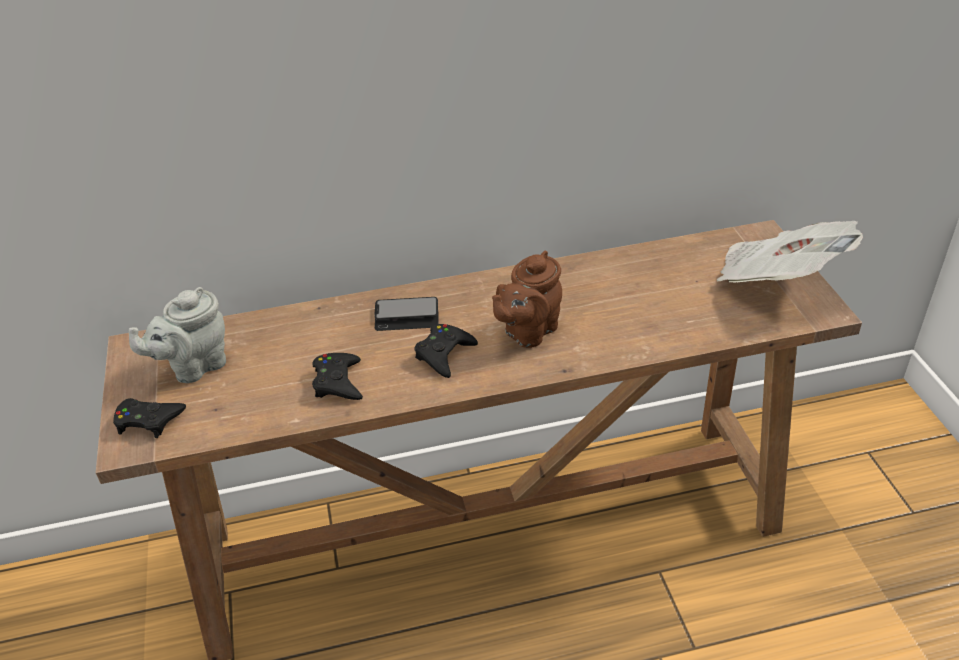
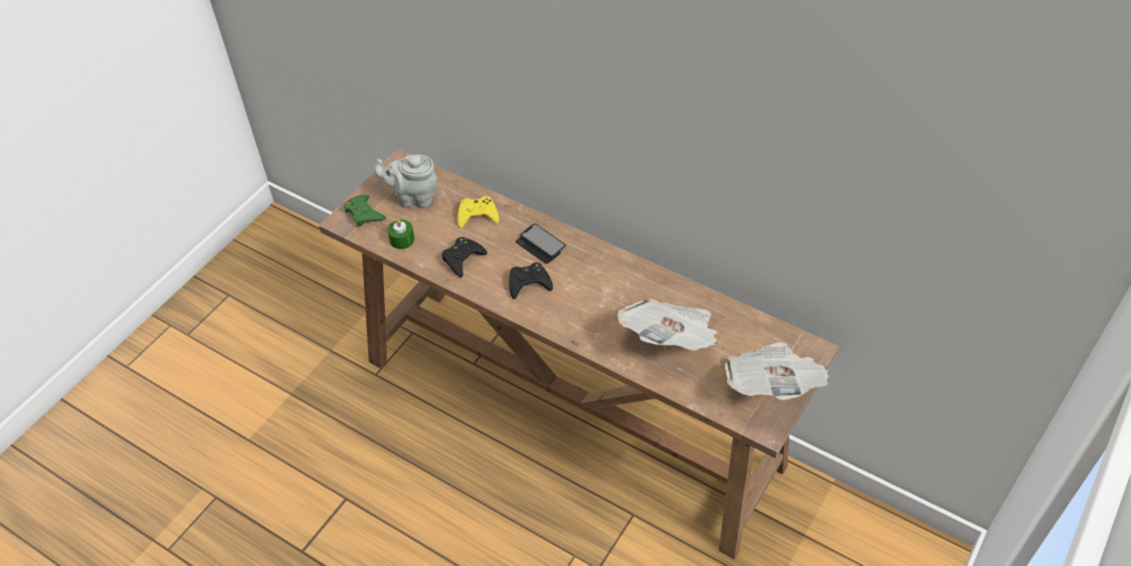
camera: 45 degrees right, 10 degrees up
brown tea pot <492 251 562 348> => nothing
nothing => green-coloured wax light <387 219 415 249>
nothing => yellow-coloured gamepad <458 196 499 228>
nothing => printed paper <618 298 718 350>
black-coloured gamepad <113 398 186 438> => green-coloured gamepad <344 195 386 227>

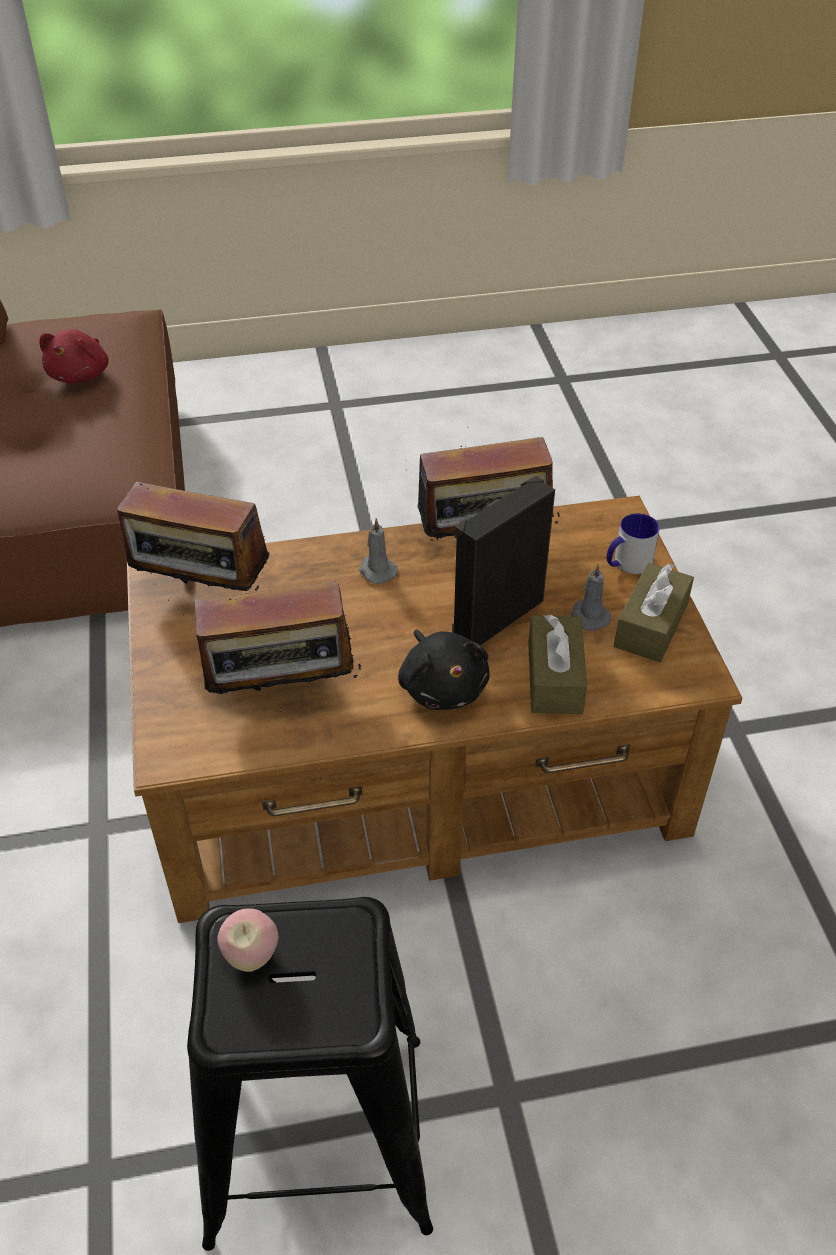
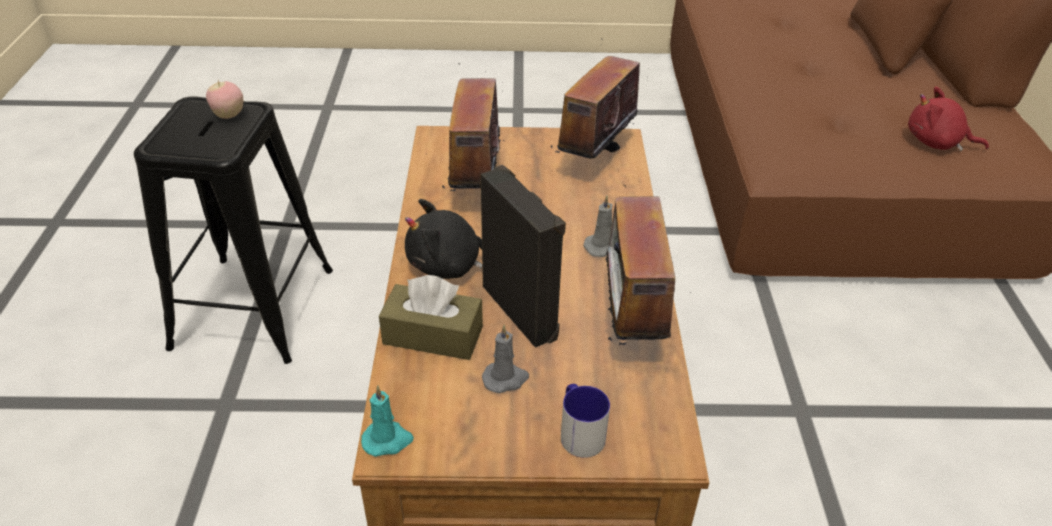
camera: 100 degrees right, 5 degrees down
brown tissue box <614 563 694 662> => nothing
nothing => turquoise wax light <361 386 414 457>

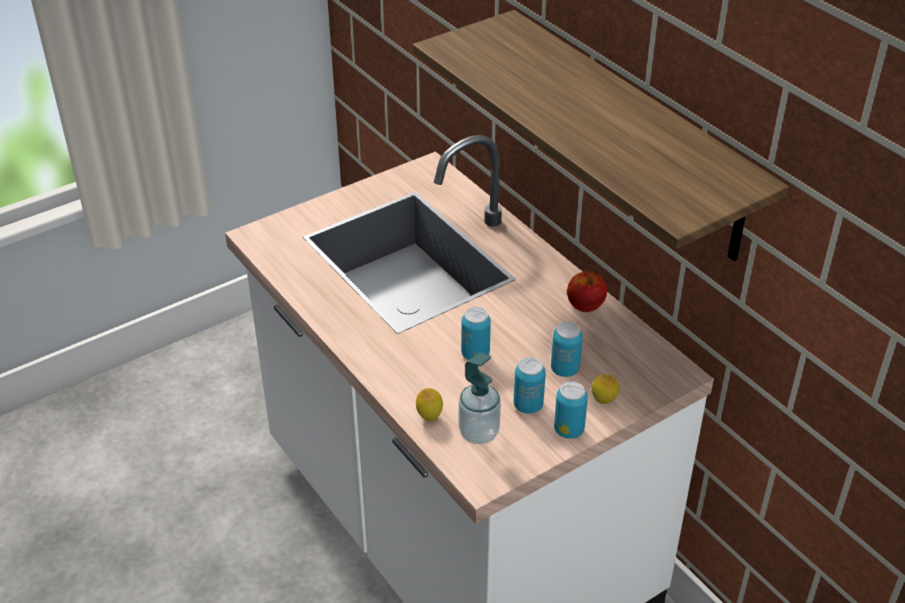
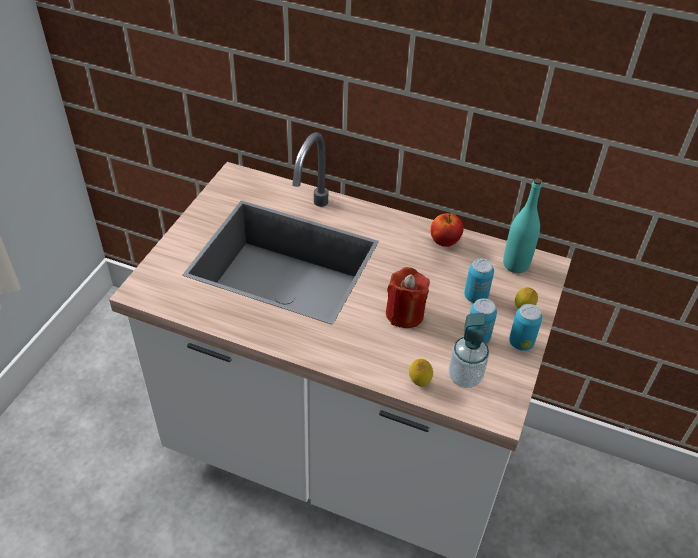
camera: 35 degrees left, 5 degrees up
shelf <413 10 789 261> => nothing
nothing => turquoise bottle <503 178 542 273>
can <461 307 491 360> => red-coloured wax light <386 267 430 328>

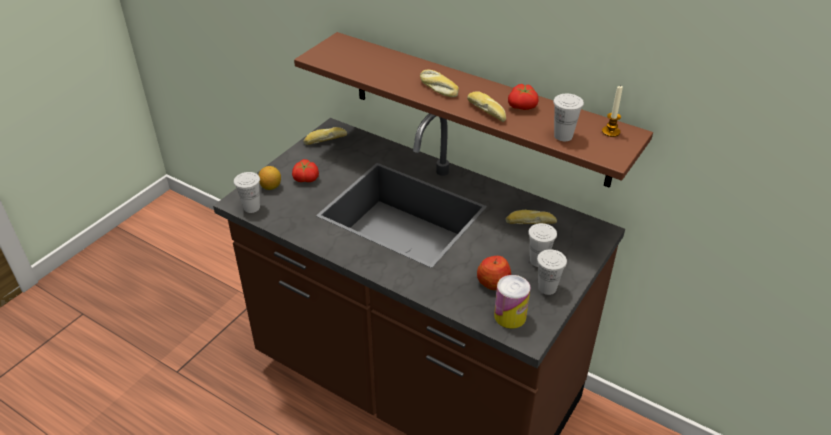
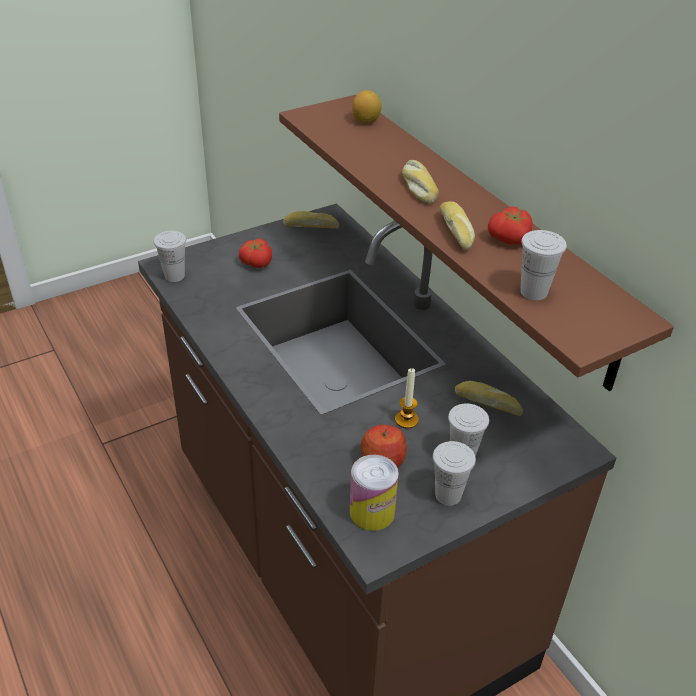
camera: 25 degrees right, 0 degrees up
lemon <259 166 281 190> => lemon <352 90 382 123>, shifted
wax light <602 86 623 137> => wax light <395 368 419 429>, shifted

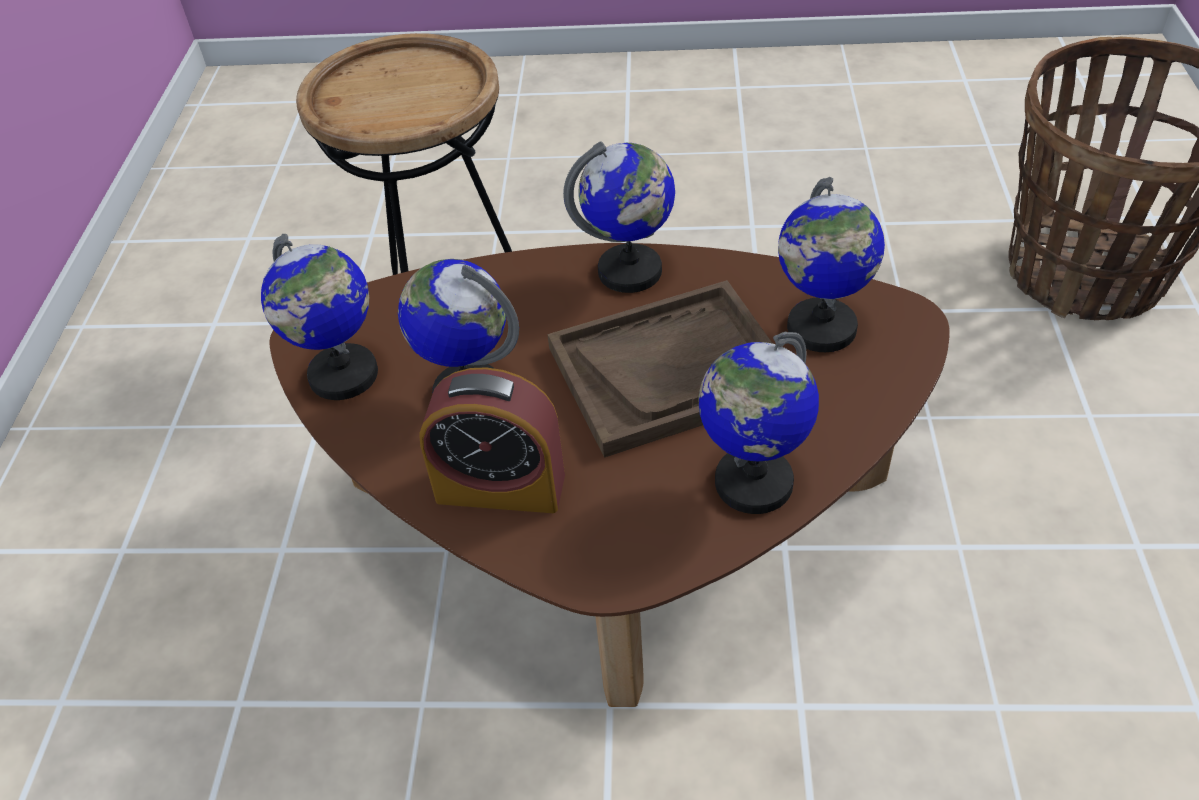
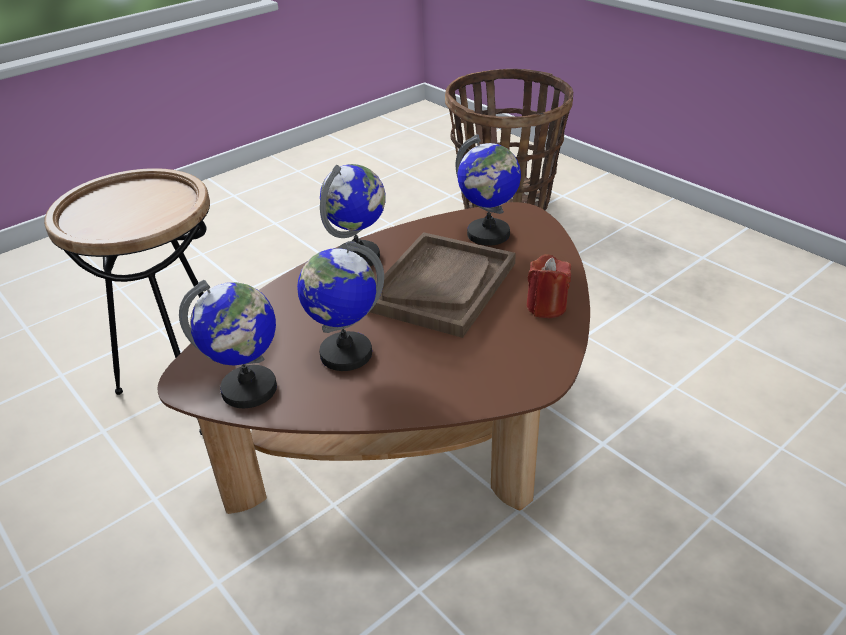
camera: 45 degrees left, 10 degrees down
bedside clock <419 367 565 513> => nothing
desk globe <698 332 819 514> => red-coloured wax light <526 254 571 318>

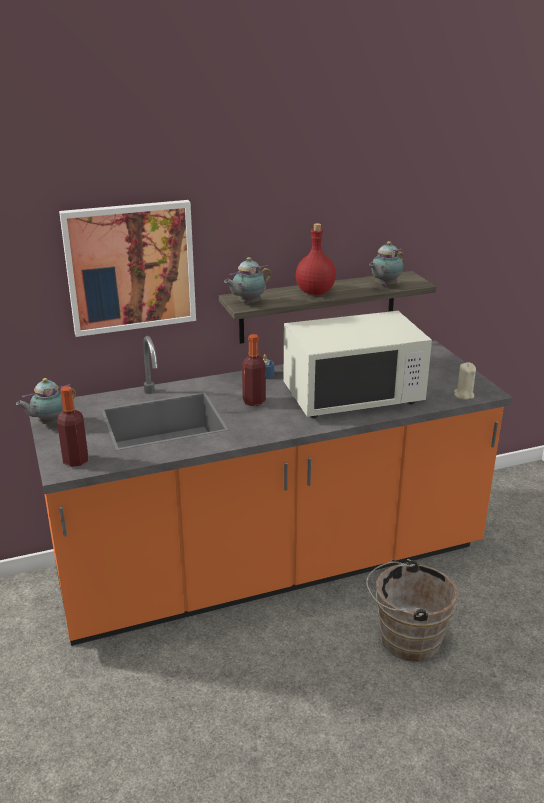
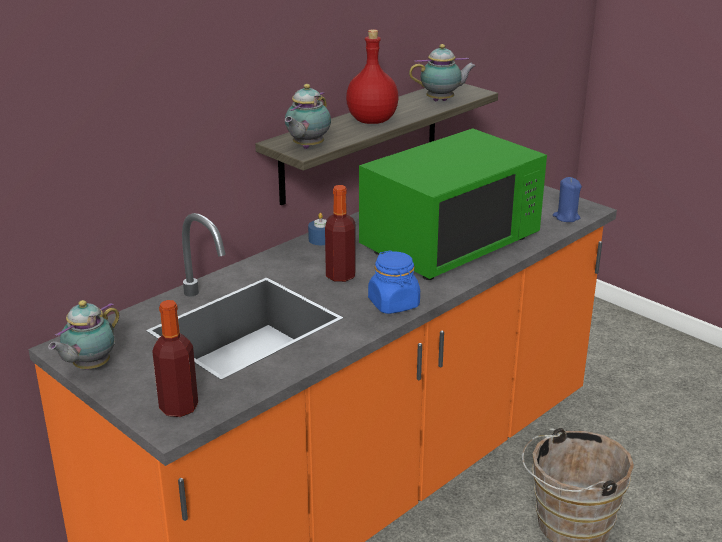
camera: 25 degrees left, 0 degrees up
wall art <59 200 196 337> => nothing
nothing => blue preserve jar <368 250 420 314>
white microwave oven <284 311 432 418> => green-coloured microwave oven <359 128 547 280>
beige wax light <454 362 476 400> => blue wax light <553 177 582 222>
tea pot <369 241 404 287> => tea pot <409 44 476 101>, 120 degrees counterclockwise

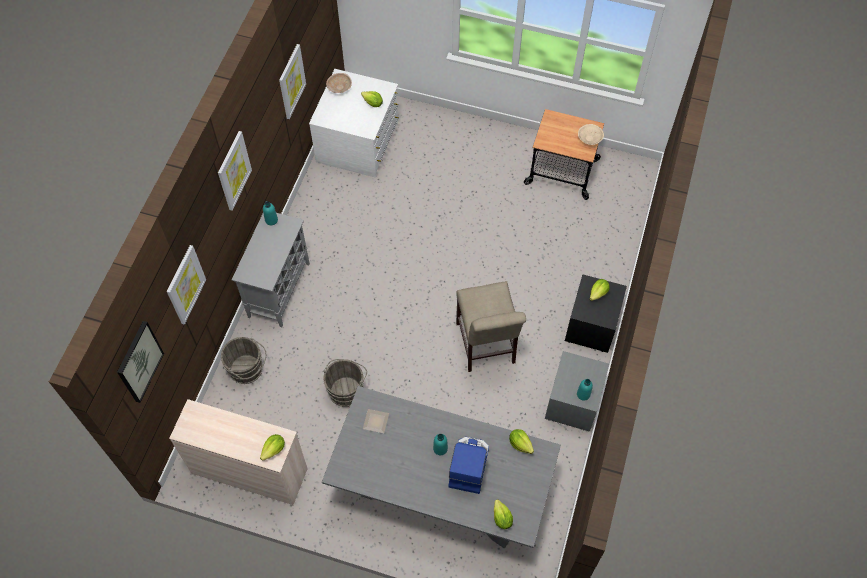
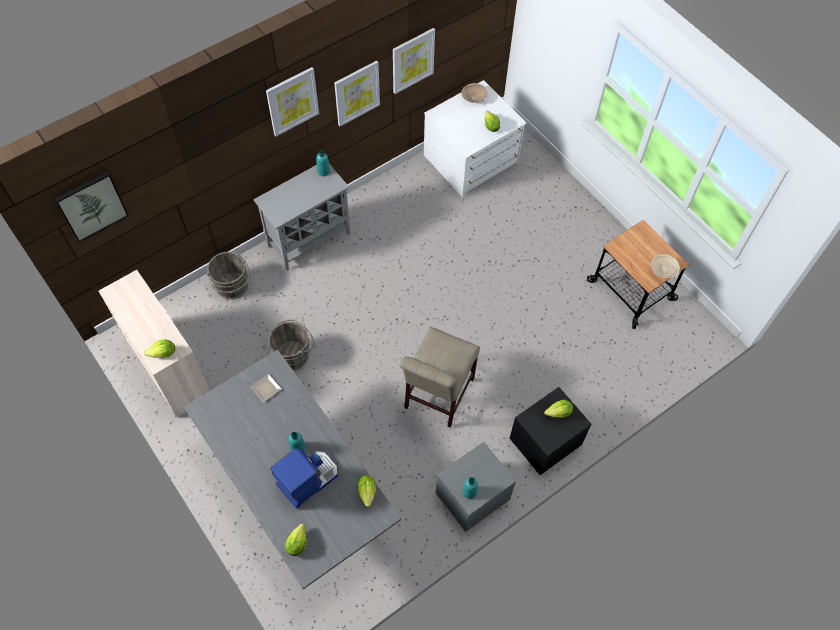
camera: 35 degrees right, 0 degrees up
wall art <167 245 206 325> => wall art <334 61 380 126>, shifted

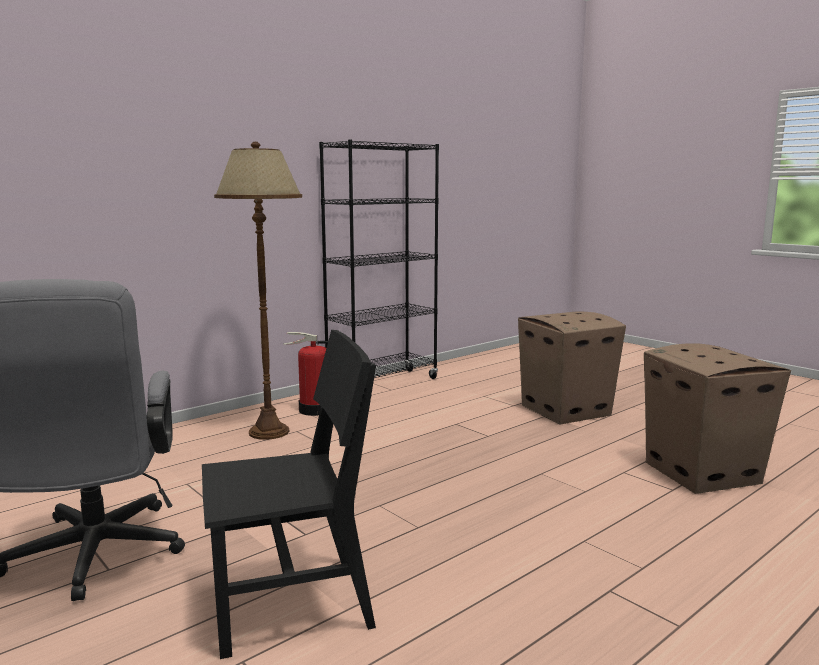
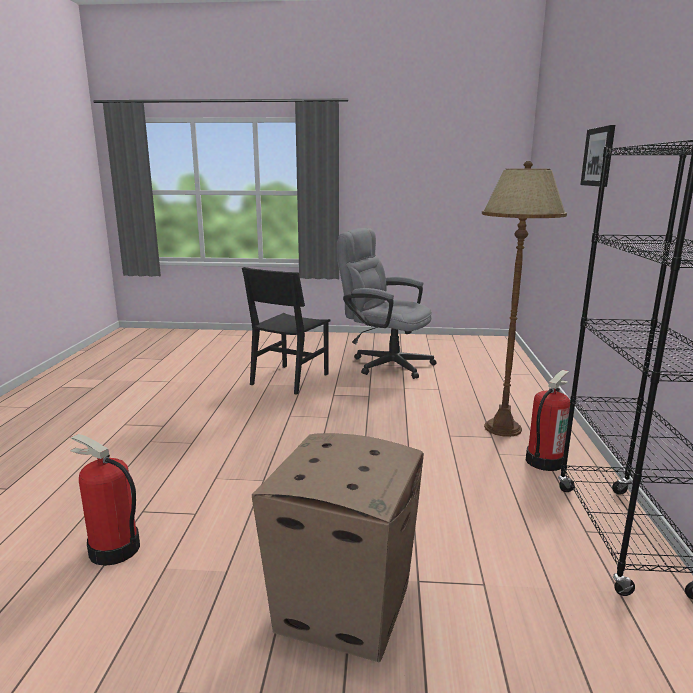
camera: 135 degrees right, 5 degrees up
nothing => wall art <580 125 615 187>
carton <644 343 791 494> => fire extinguisher <70 434 140 566>

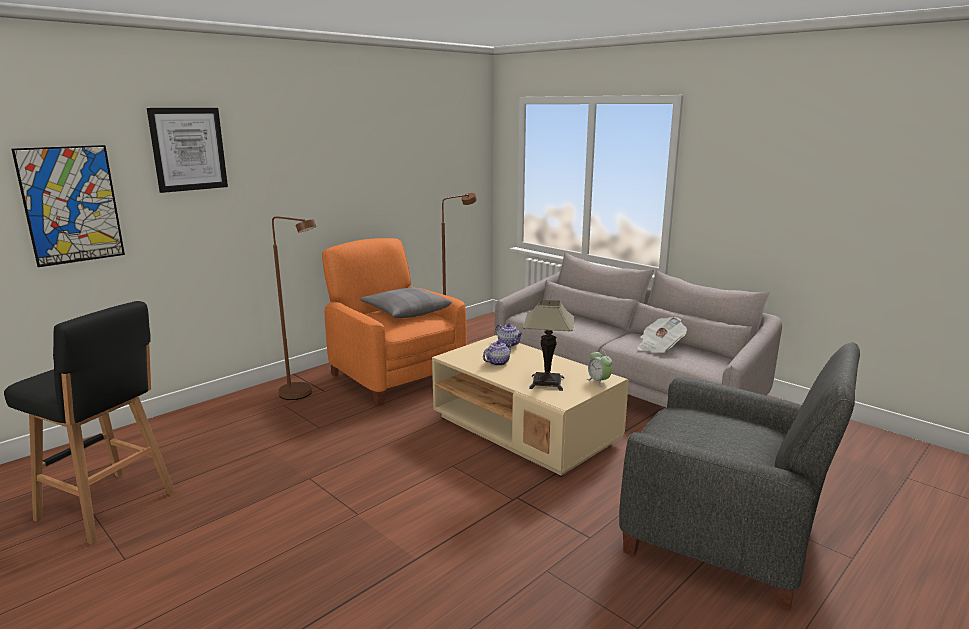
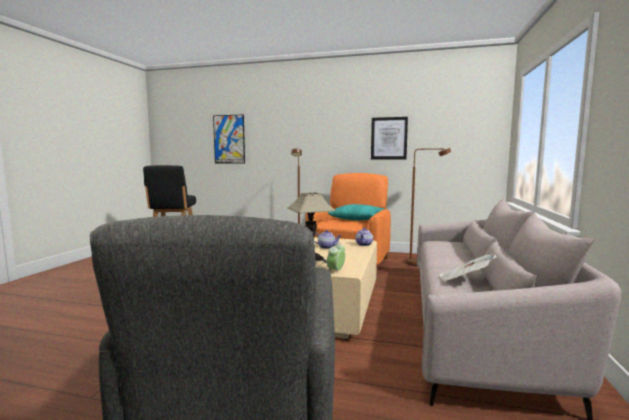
camera: 60 degrees right, 10 degrees down
wall art <147 108 228 193> => wall art <371 117 408 159>, shifted
gray cushion <360 287 452 318> => turquoise cushion <328 204 385 220>

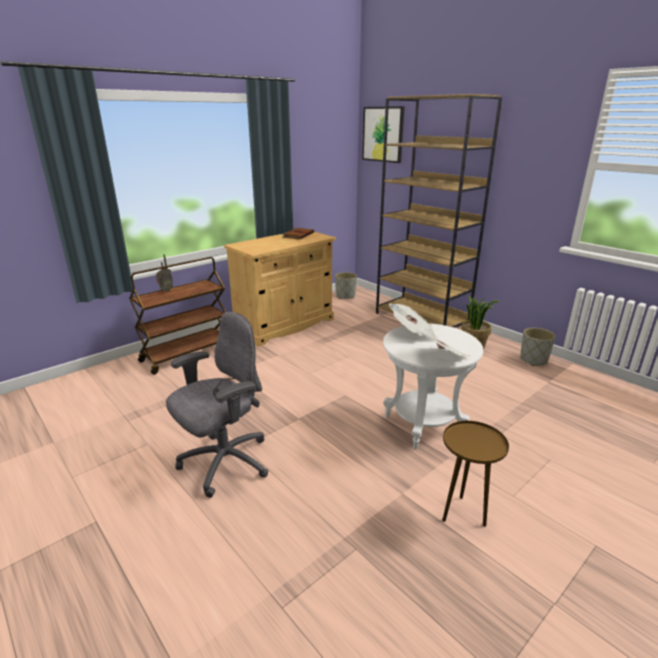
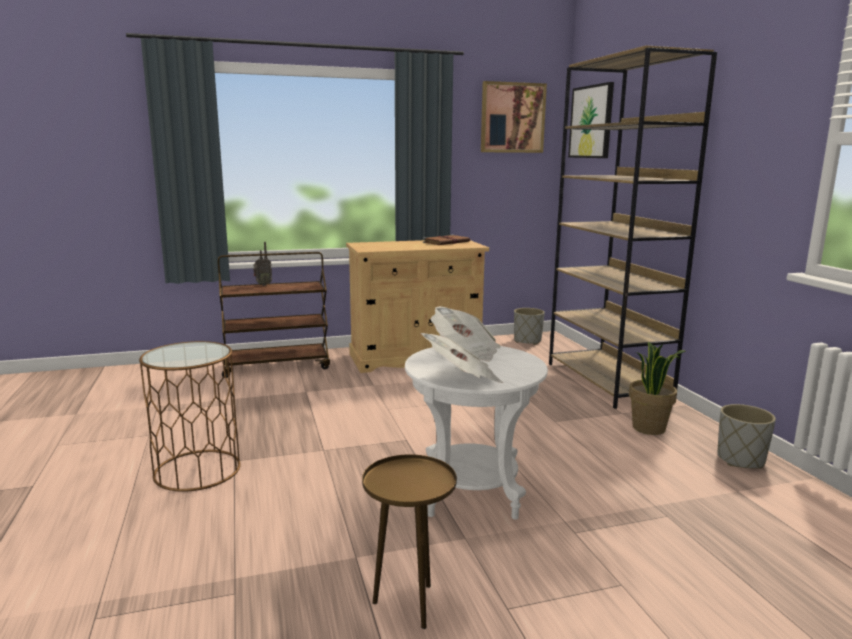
camera: 25 degrees right, 10 degrees down
nothing => wall art <481 81 547 153>
gray desk chair <166 312 268 498> => brown accent table <139 341 241 492>

